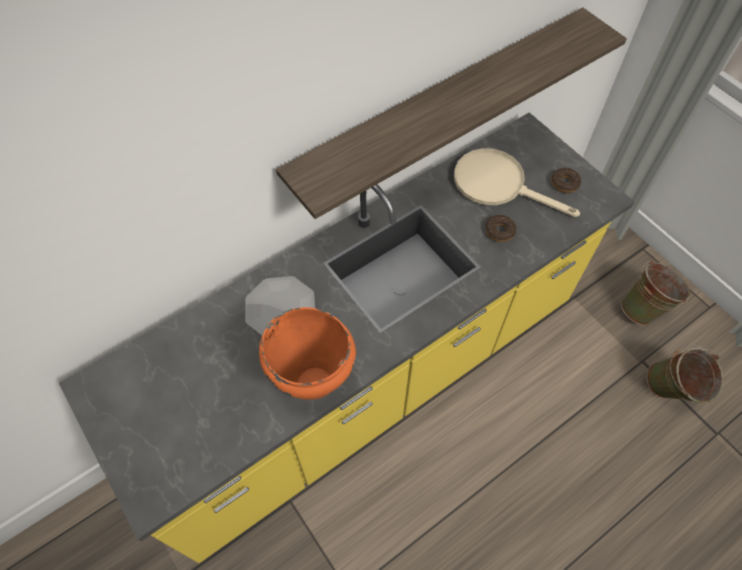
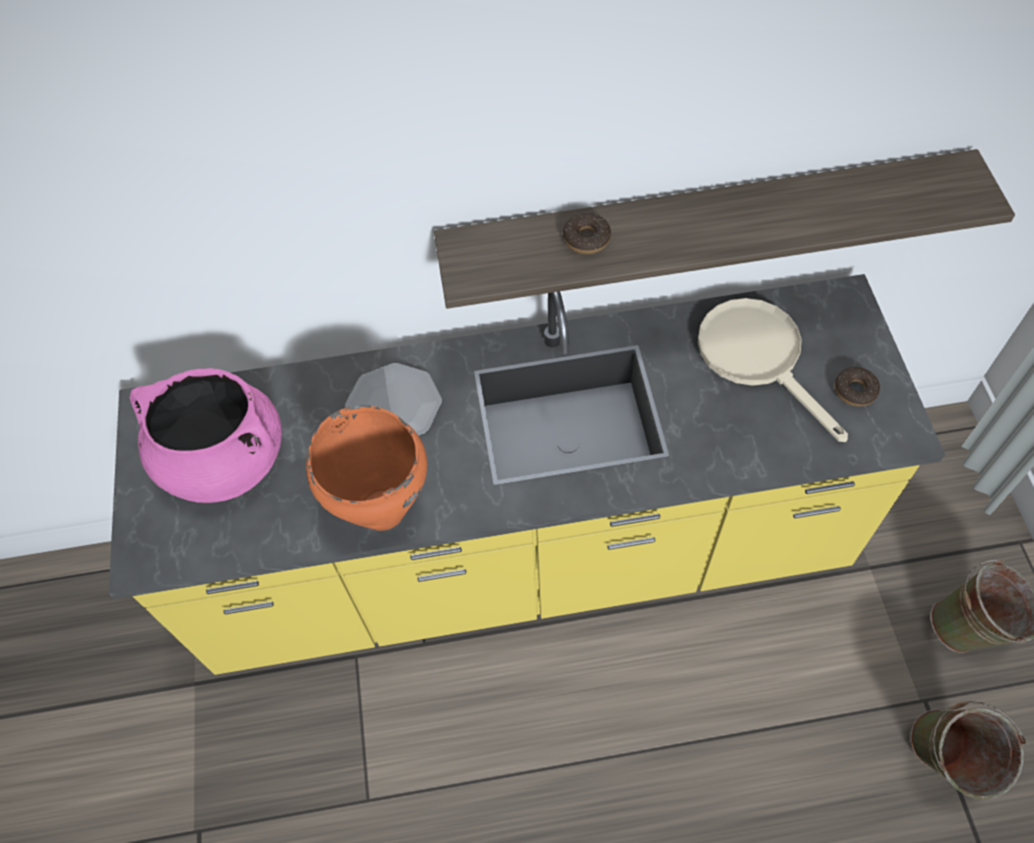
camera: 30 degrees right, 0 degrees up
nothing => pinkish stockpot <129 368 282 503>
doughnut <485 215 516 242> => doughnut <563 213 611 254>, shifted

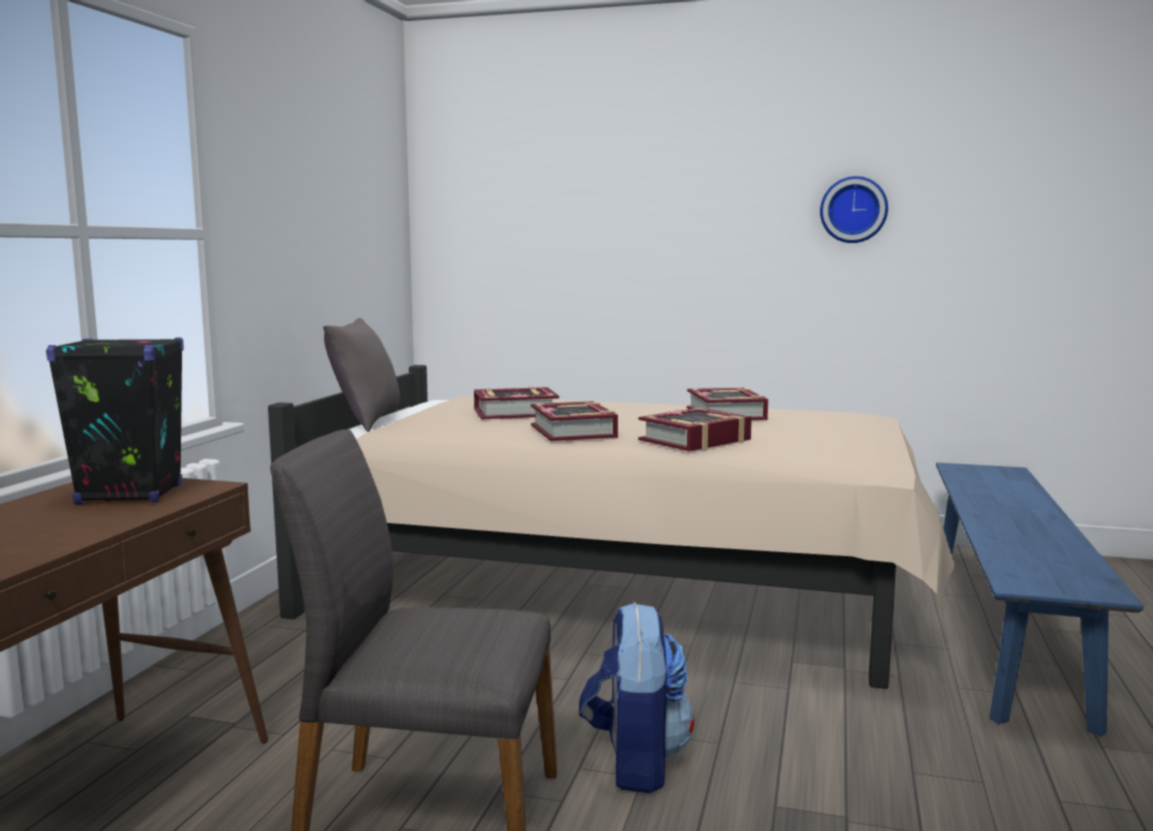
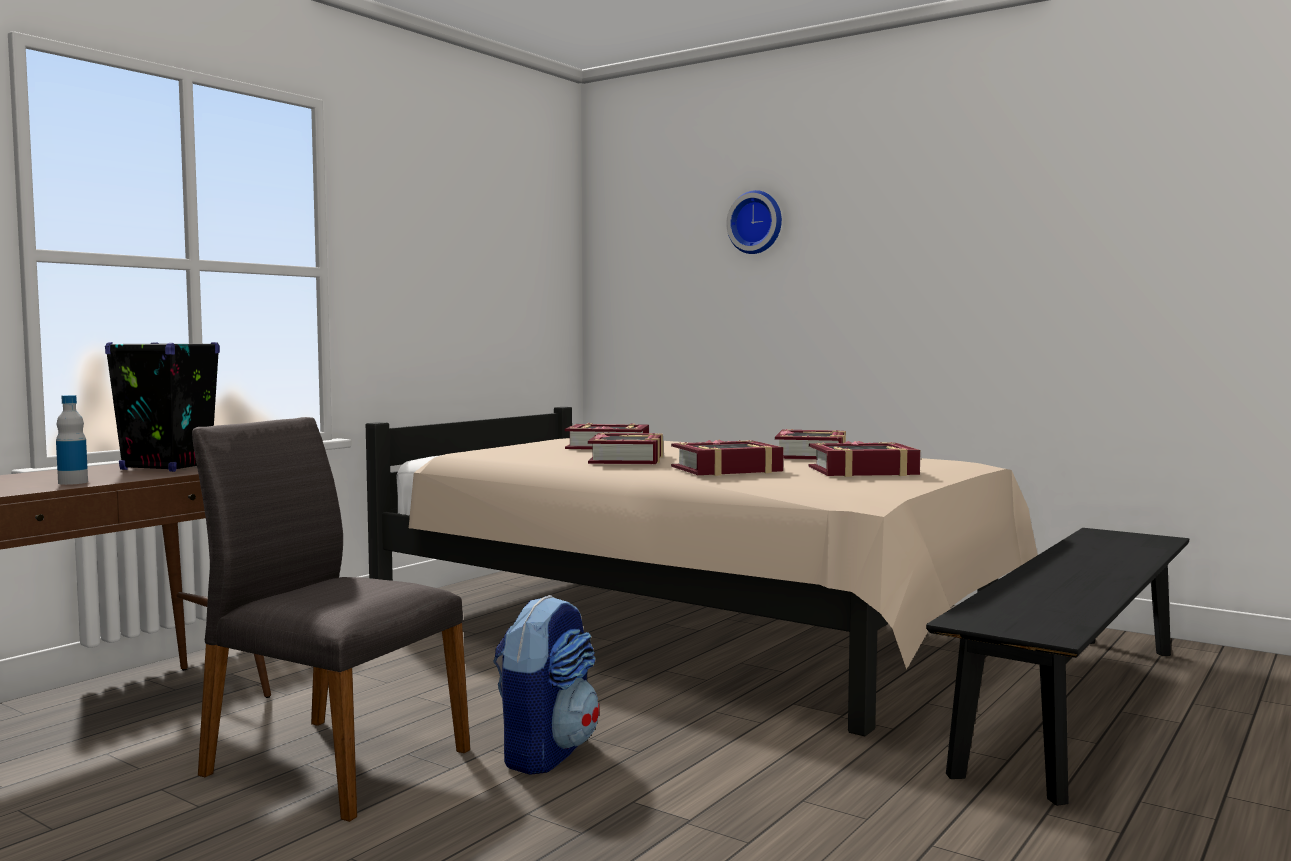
camera: 20 degrees right, 5 degrees down
gray cushion <323 318 400 432> => nothing
nothing => bottle <56 395 88 485>
nothing => book <808 441 921 477>
hanging clock <820 176 888 243> => hanging clock <726 190 782 254>, shifted
blue bench <936 463 1144 736> => black-coloured bench <926 528 1189 806>

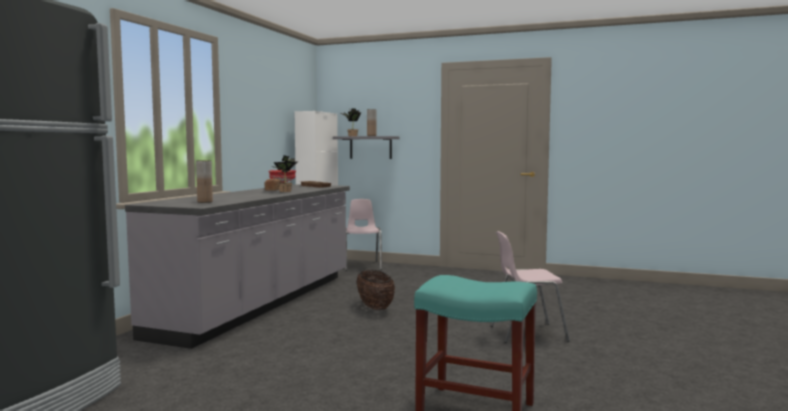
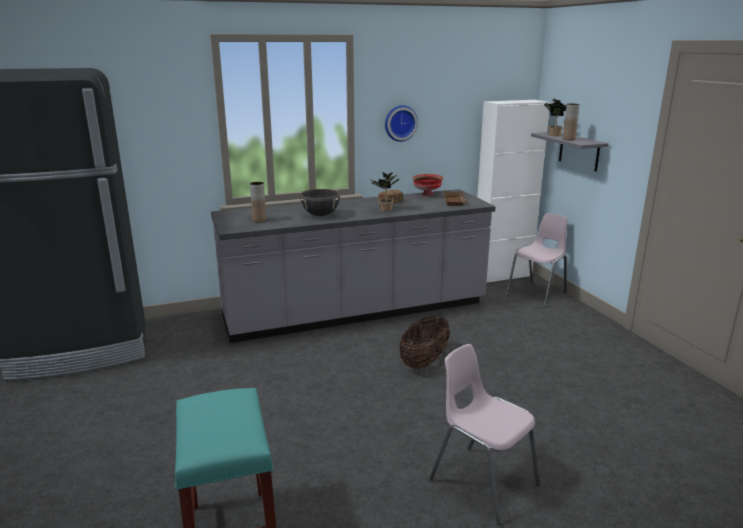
camera: 50 degrees right, 15 degrees up
nothing => black-coloured stockpot <300 189 340 216>
nothing => hanging clock <385 105 418 142>

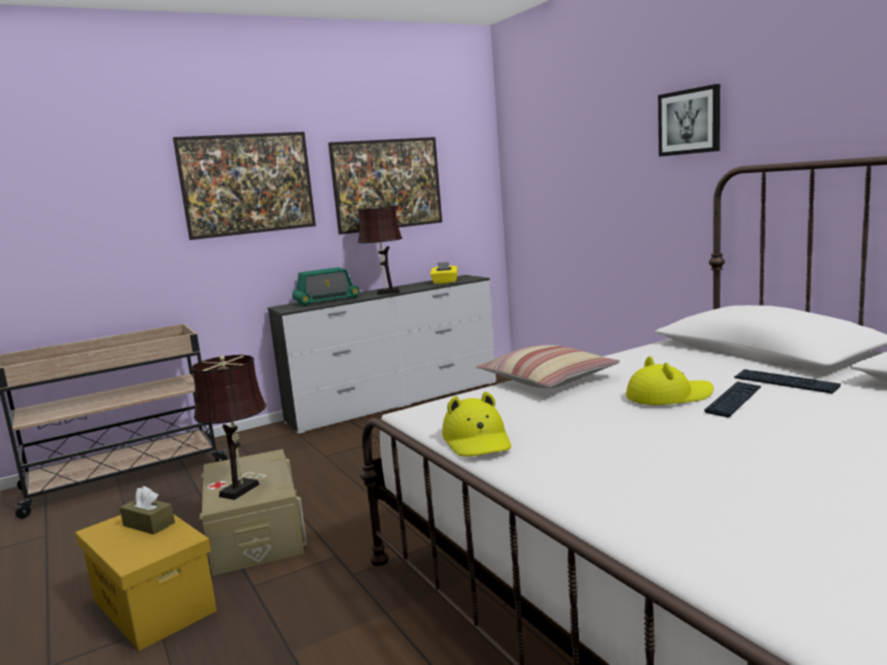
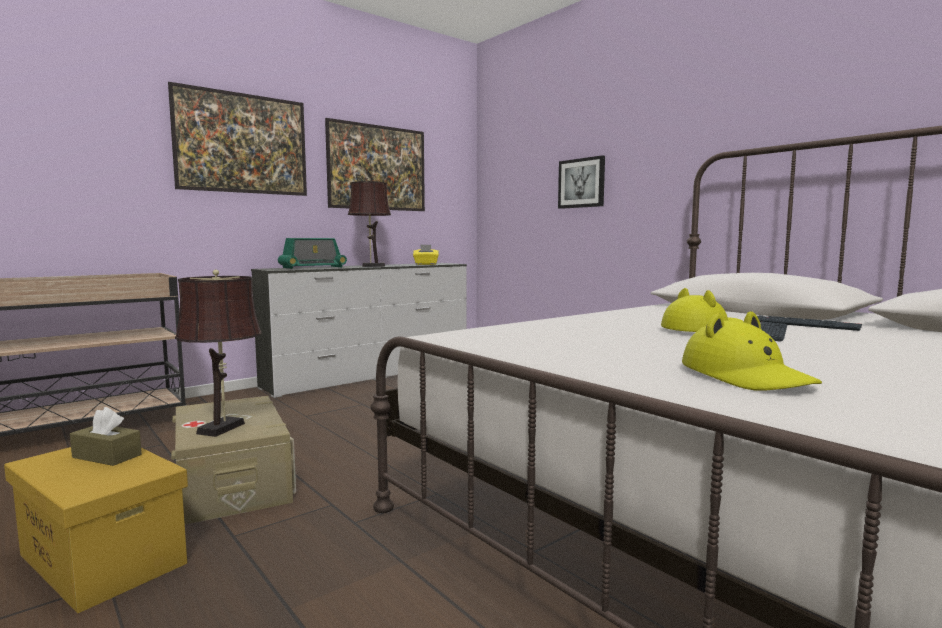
camera: 10 degrees left, 5 degrees down
cushion <476 345 620 388> => nothing
yellow-coloured clothing hat <442 392 511 457> => yellow-coloured clothing hat <682 311 822 391>, shifted
wall art <658 84 720 157> => wall art <558 155 605 209>, shifted

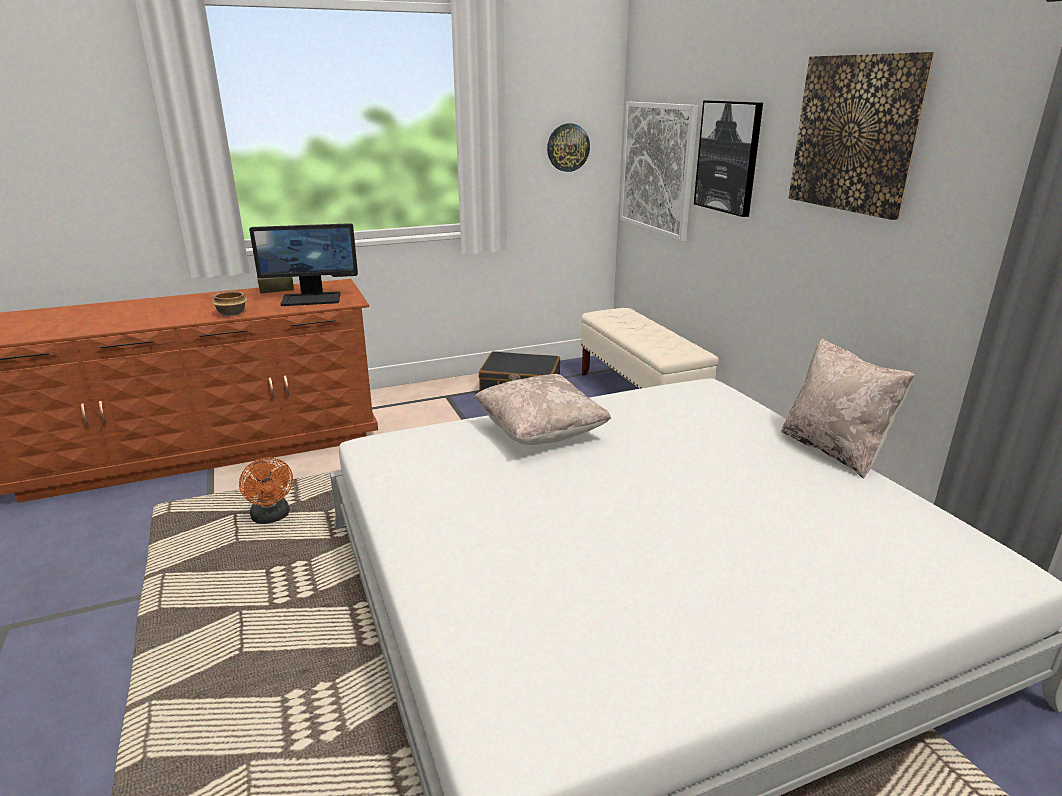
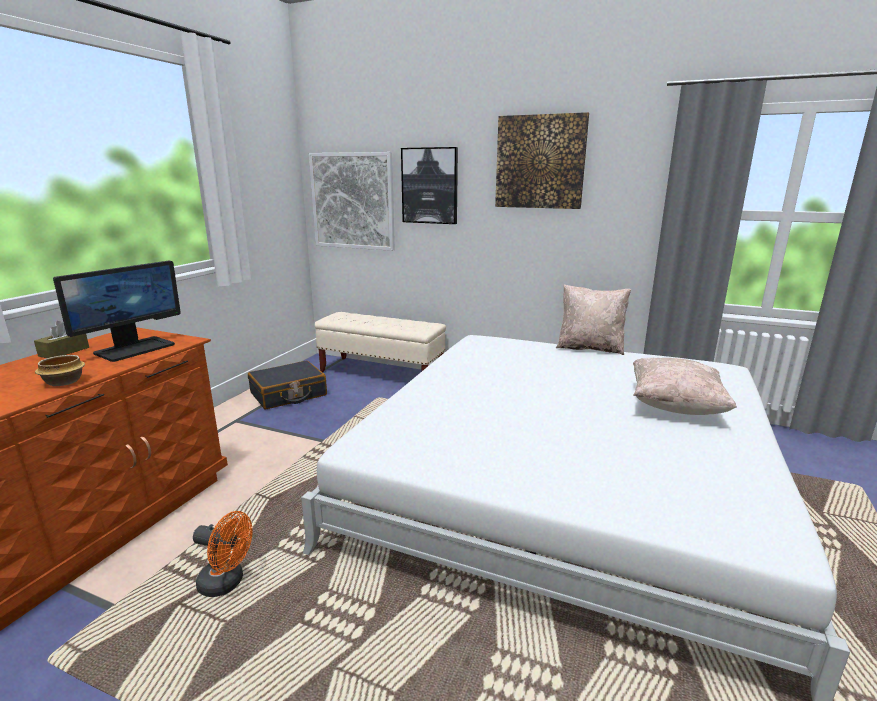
camera: 45 degrees left, 5 degrees down
hanging clock <547 123 590 172> => nothing
beige cushion <474 374 611 445> => beige cushion <633 358 737 415>, shifted

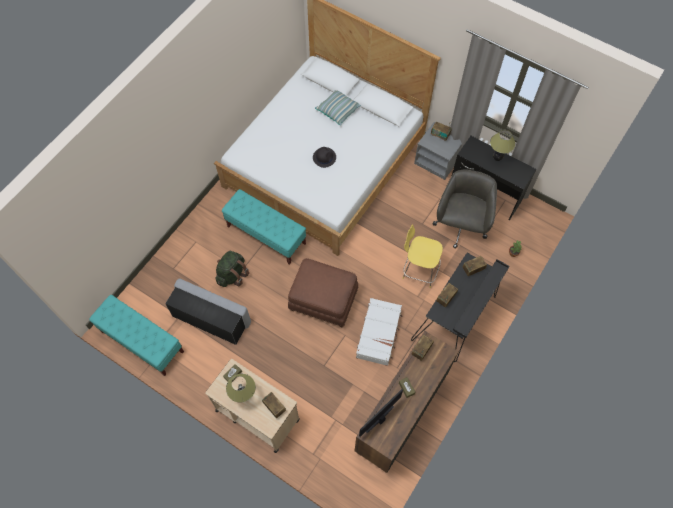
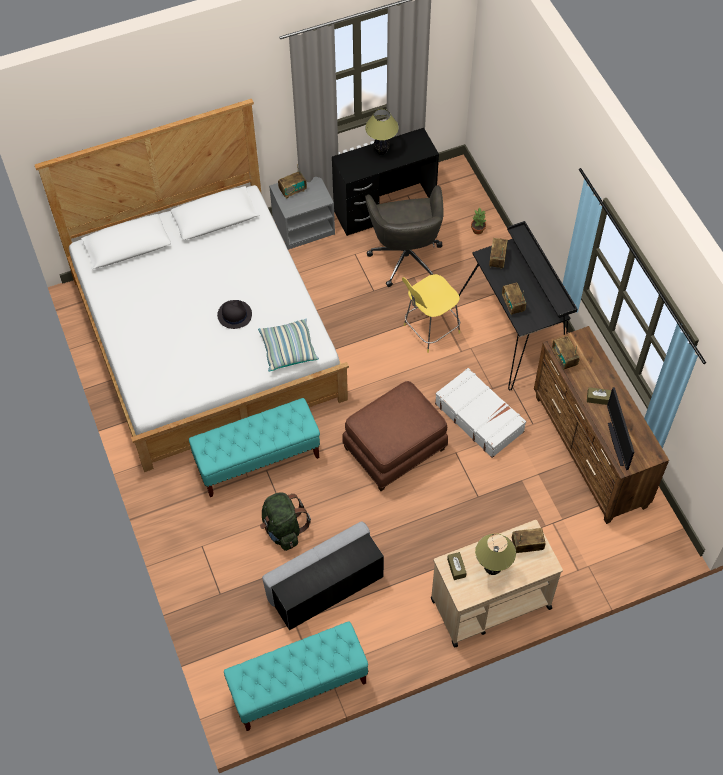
camera: 55 degrees left, 5 degrees down
cushion <315 90 361 125> => cushion <258 318 319 372>, shifted
gray desk chair <432 170 497 249> => gray desk chair <365 185 444 287>, 150 degrees counterclockwise

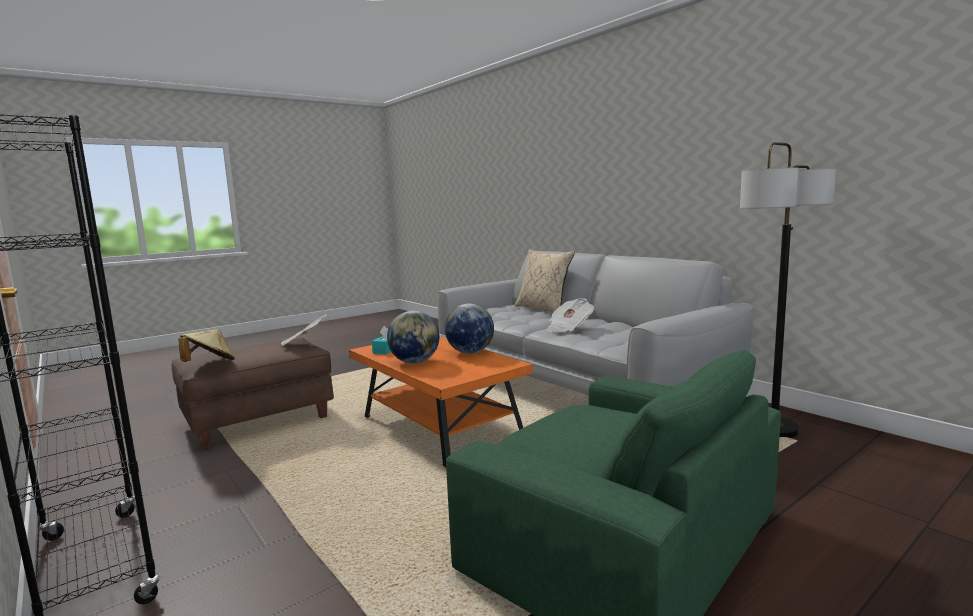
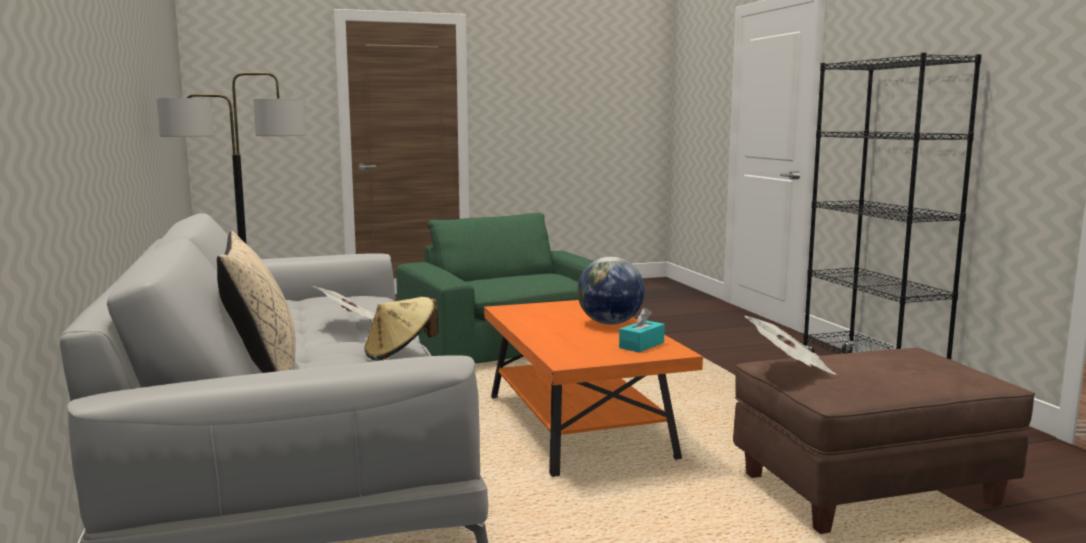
camera: 160 degrees left, 0 degrees up
desk globe <445 303 494 354> => nothing
beige clothing hat <178 329 235 362> => beige clothing hat <364 297 439 361>, shifted

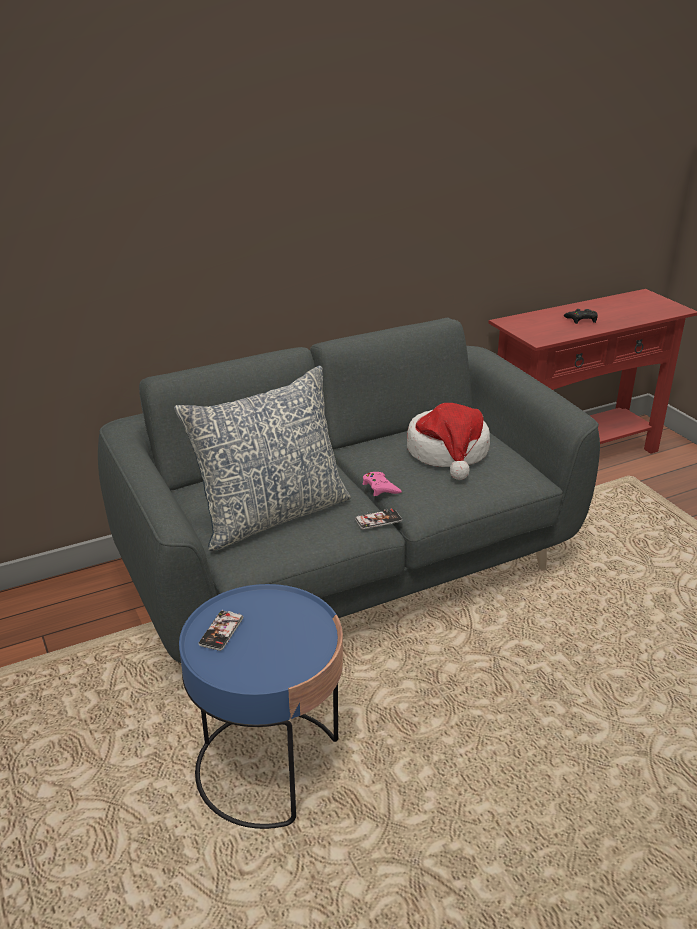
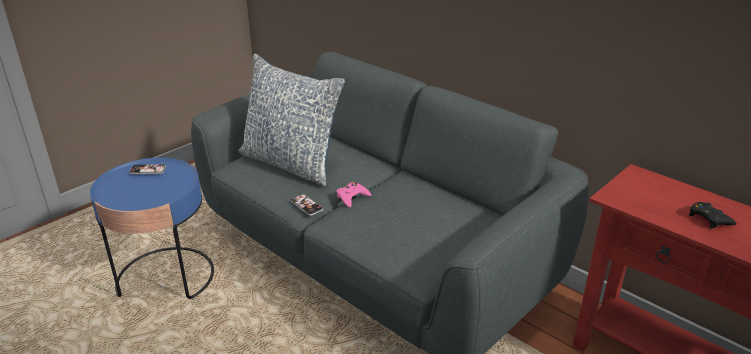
camera: 70 degrees right, 0 degrees up
clothing hat <407 403 490 480> => nothing

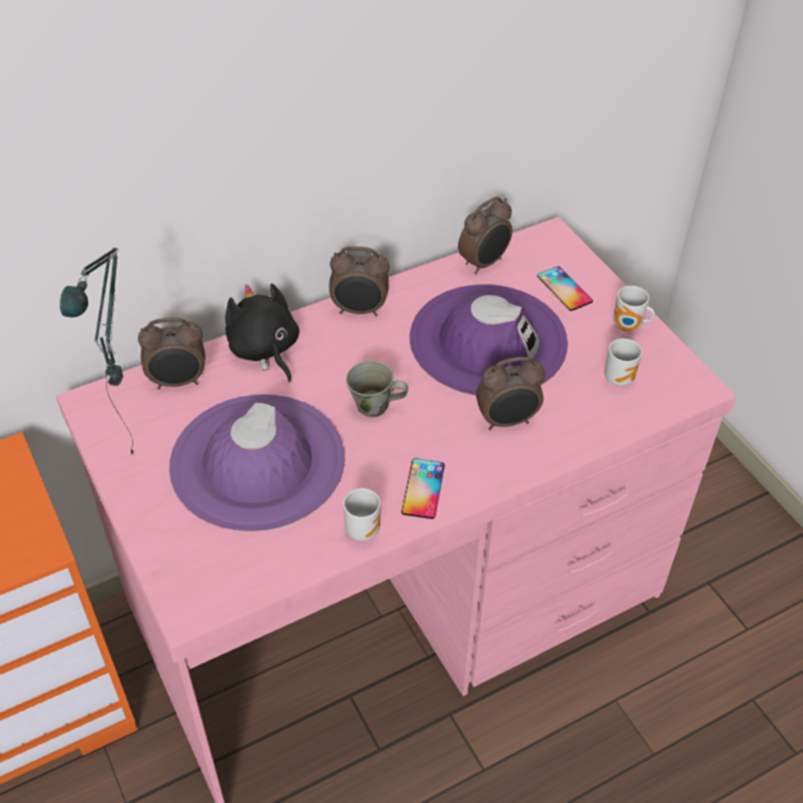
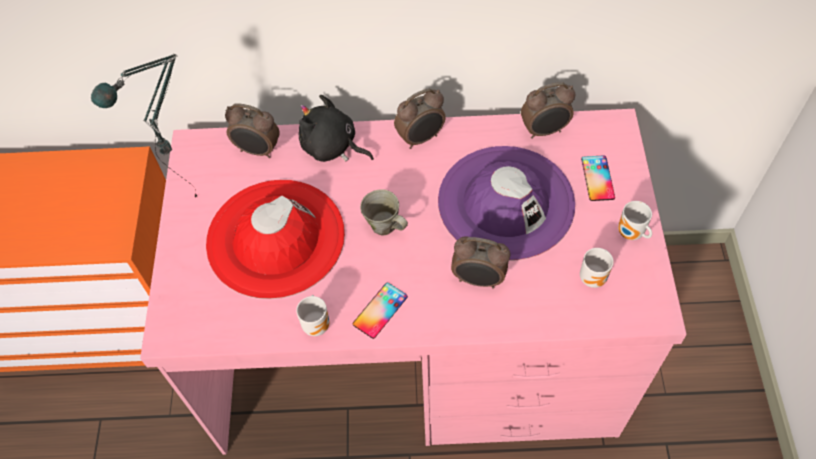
camera: 30 degrees right, 10 degrees up
purplish clothing hat <169 394 345 532> => red-coloured clothing hat <206 180 345 299>
black-coloured soft toy <225 283 299 382> => black-coloured soft toy <299 95 374 162>, 60 degrees counterclockwise
bedside clock <329 246 389 316> => bedside clock <394 89 446 149>, 60 degrees counterclockwise

